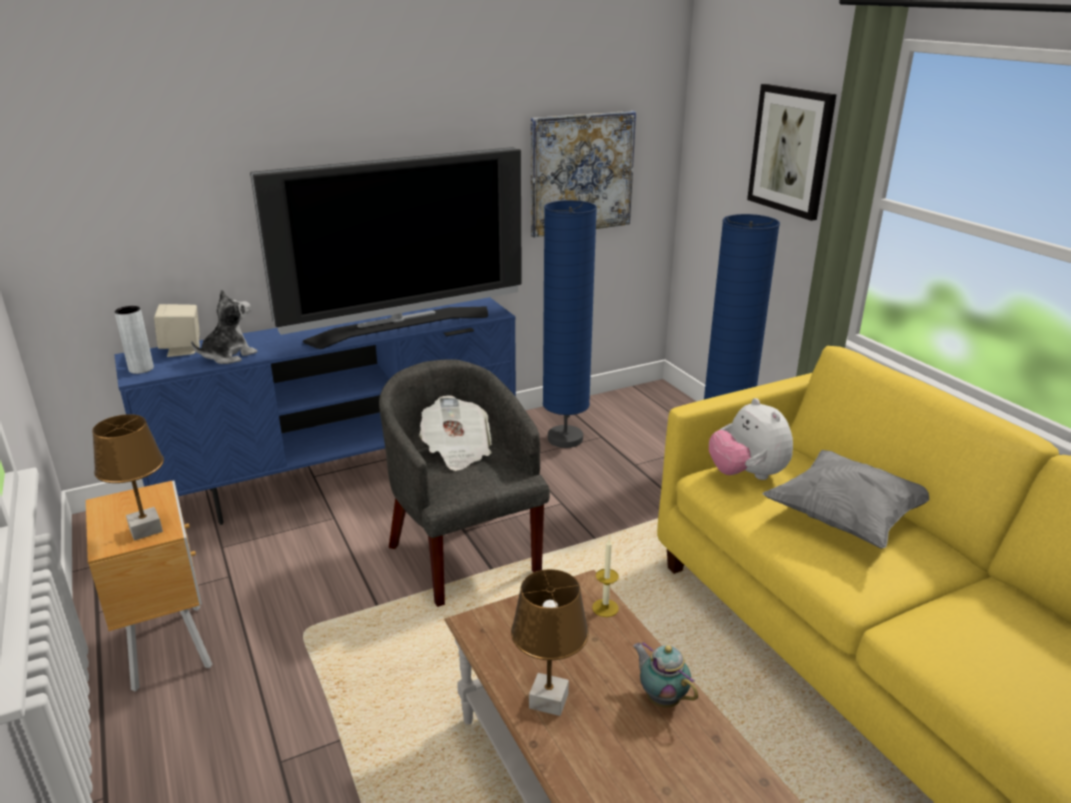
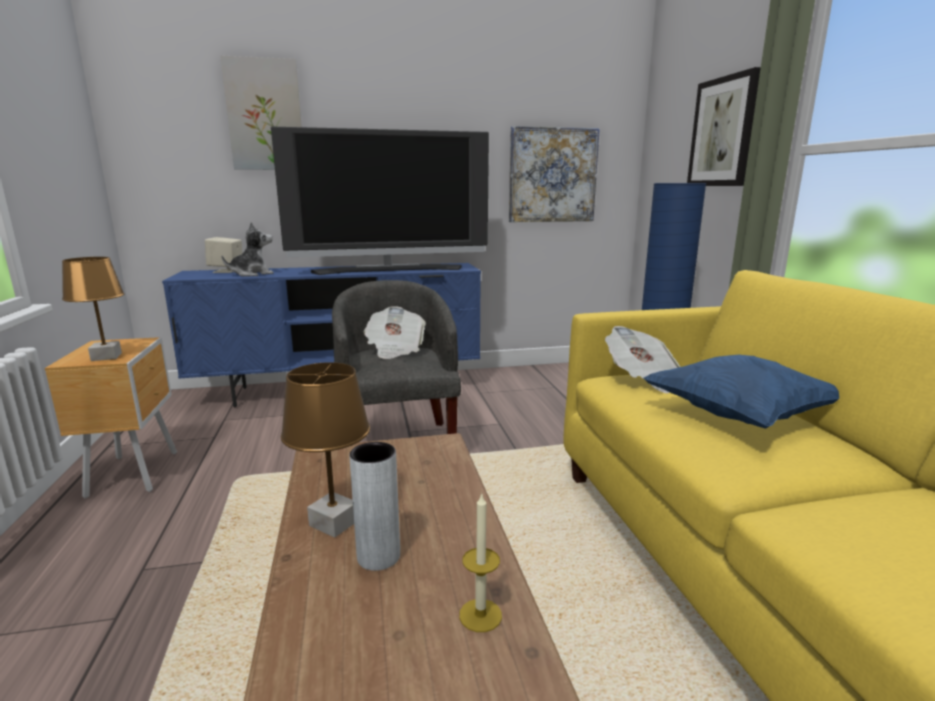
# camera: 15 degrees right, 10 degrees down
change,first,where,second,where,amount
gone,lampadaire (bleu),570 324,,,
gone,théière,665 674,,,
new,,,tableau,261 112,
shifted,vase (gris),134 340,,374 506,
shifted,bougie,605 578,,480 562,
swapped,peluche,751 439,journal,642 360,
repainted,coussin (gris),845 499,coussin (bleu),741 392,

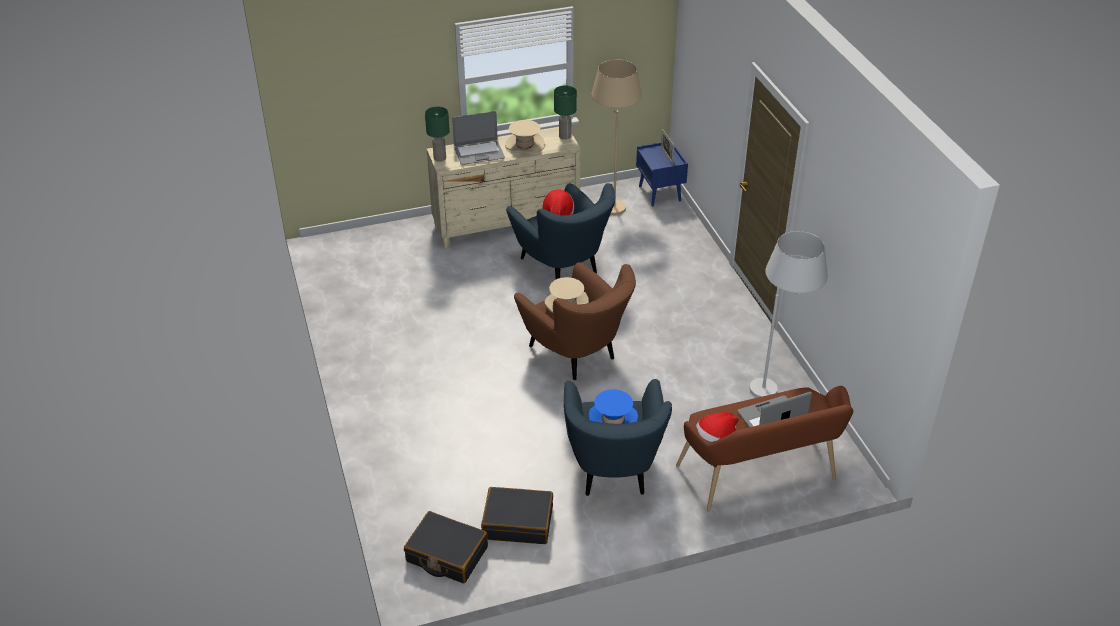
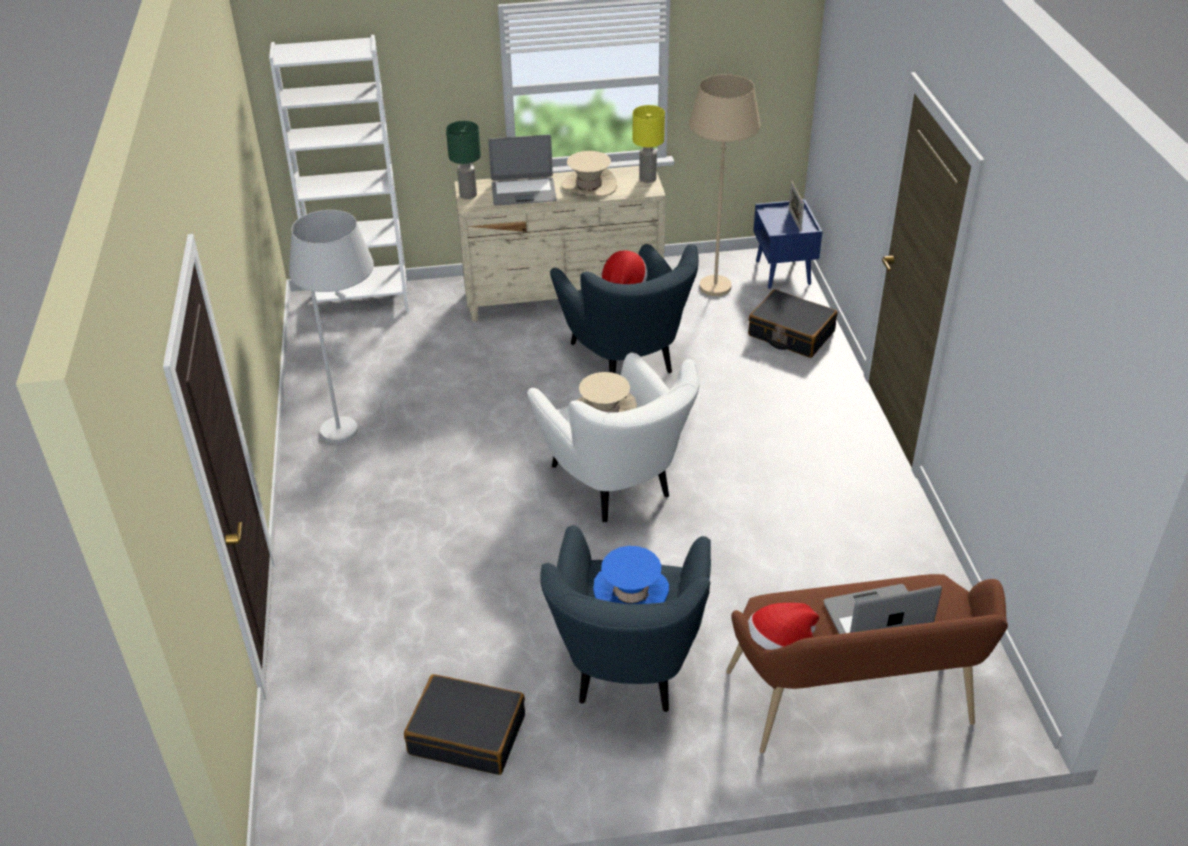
# camera: 10 degrees right, 0 degrees up
change,first,where,second,where,amount
new,,,bibliothèque (blanc),339 175,
shifted,valise (noir),446 547,,792 323,
shifted,lampadaire (blanc),788 314,,331 327,
repainted,fauteuil (marron),575 321,fauteuil (blanc),613 438,
repainted,lampe de table (vert),565 112,lampe de table (jaune),649 144,

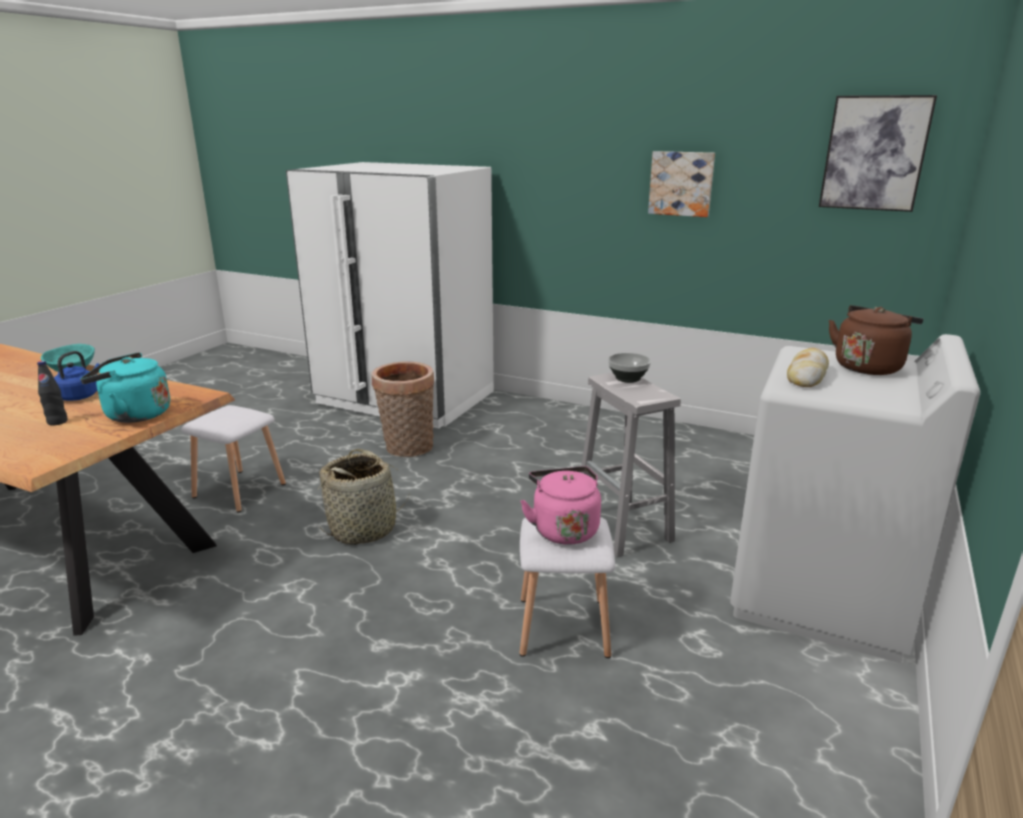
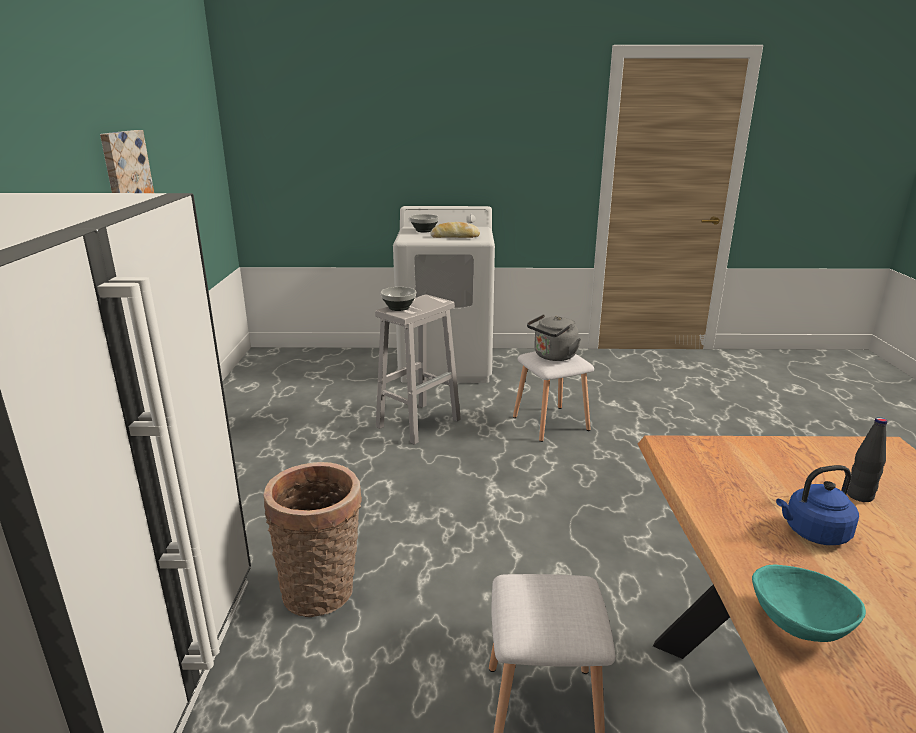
# camera: 115 degrees left, 0 degrees up
change,first,where,second,where,amount
gone,bouilloire (turquoise),125 387,,,
gone,panier,363 497,,,
gone,tableau,878 153,,,
swapped,bouilloire (marron),876 340,bol,424 223,
repainted,bouilloire (rose),561 505,bouilloire (gris),554 337,

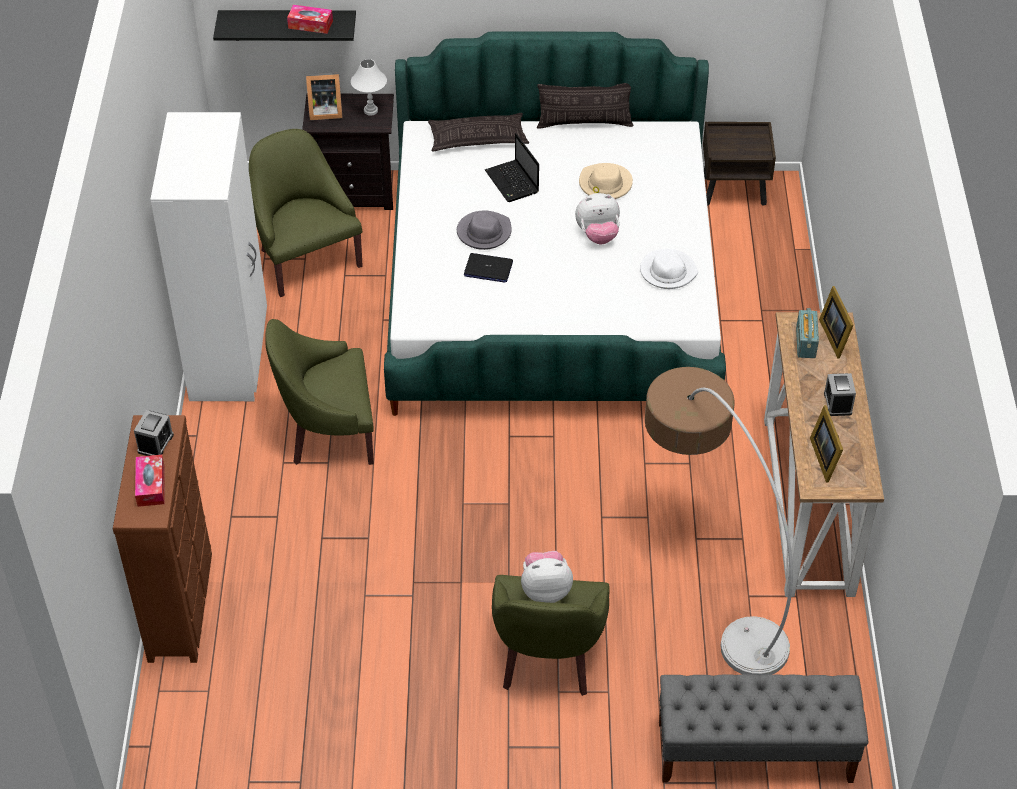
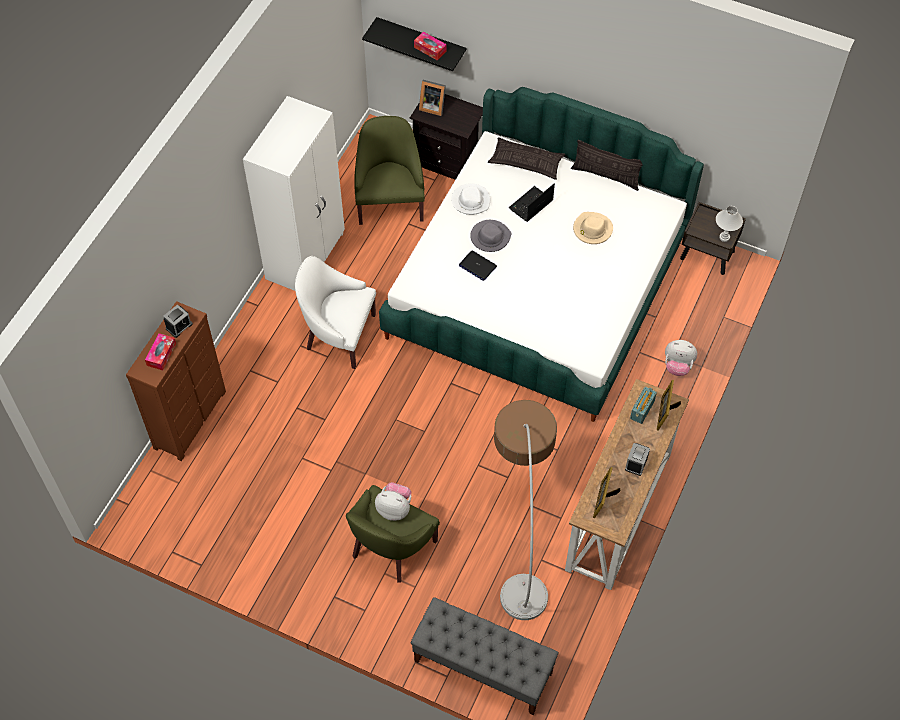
# camera: 25 degrees right, 10 degrees up
change,first,where,second,where,amount
shifted,lampe de table (blanc),369 87,,729 224,
shifted,peluche,597 218,,681 358,
shifted,chapeau (blanc),669 269,,470 199,
repainted,fauteuil (vert),319 392,fauteuil (blanc),335 312,
rotated,ordinateur portable,512 167,,532 203,45 degrees clockwise

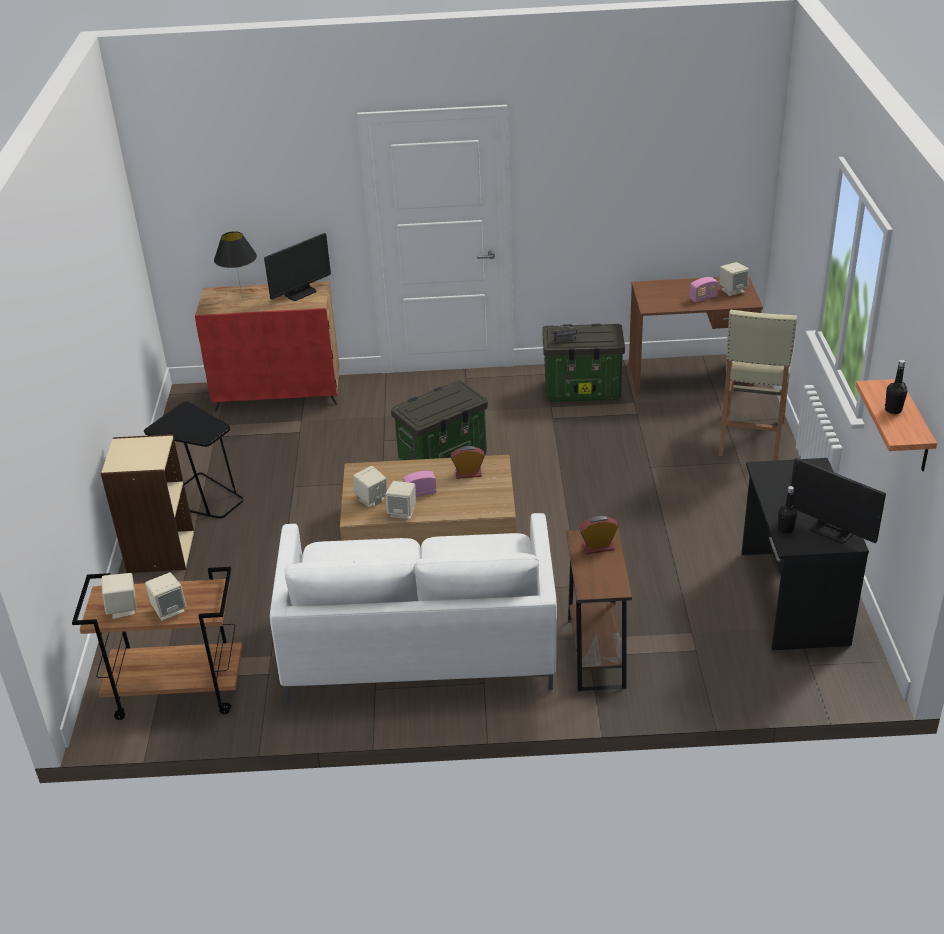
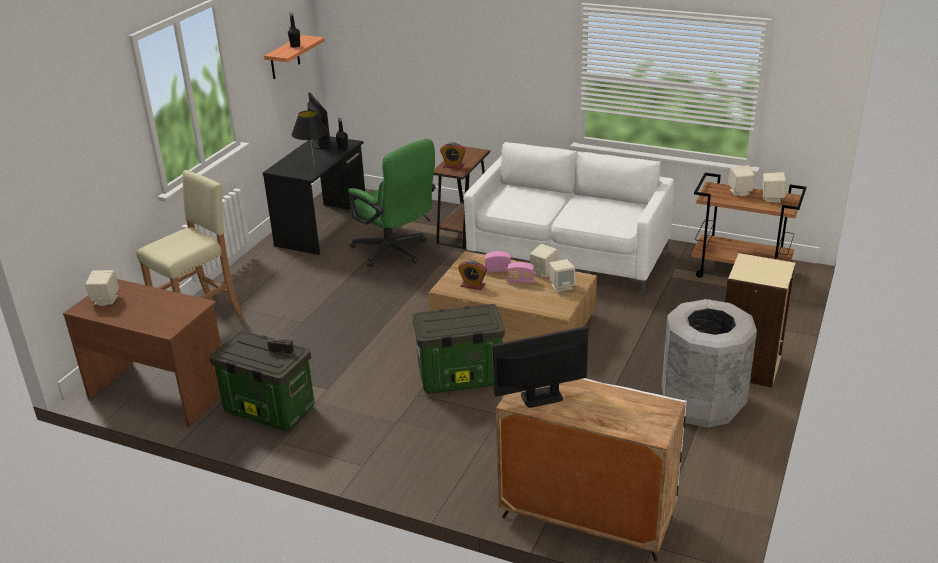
# camera: 155 degrees left, 5 degrees down
change,first,where,second,where,amount
new,,,chaise de bureau (vert),391 203,
shifted,lampe de table (noir),235 263,,310 139,
shifted,radio,703 289,,498 261,
swapped,table d'appoint (noir),193 459,poubelle (gris),709 363,
repainted,meuble de rangement (rouge),267 346,meuble de rangement (blanc),591 469,

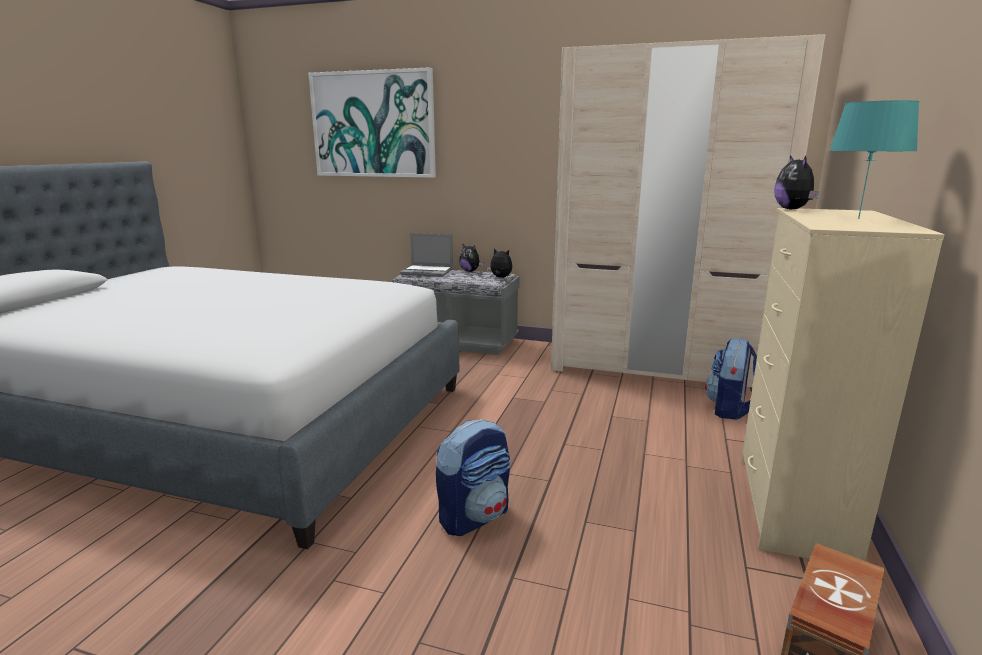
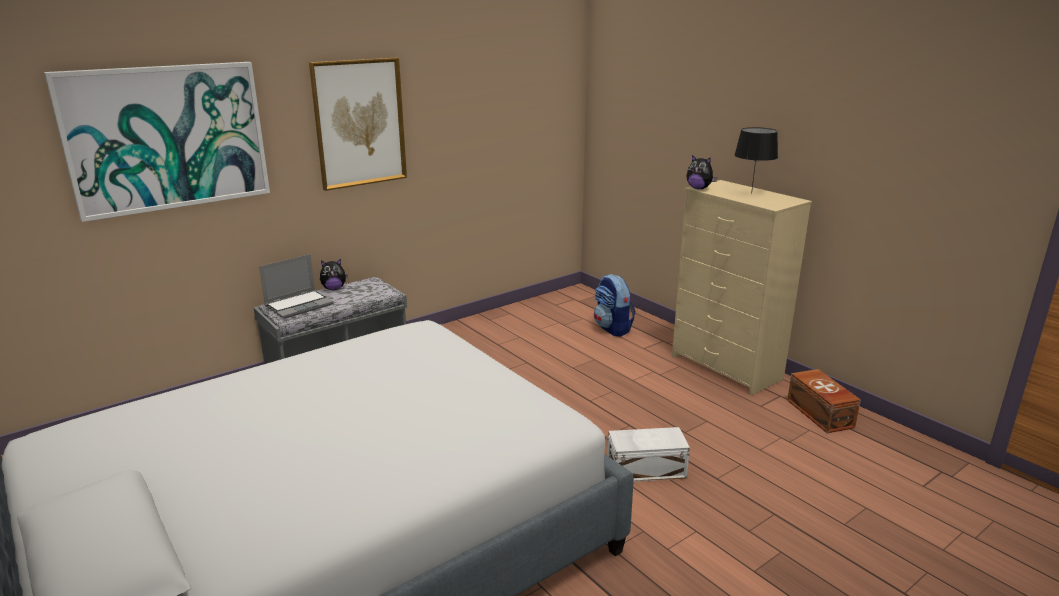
# camera: 55 degrees left, 5 degrees up
change,first,where,second,where,amount
gone,peluche,499 263,,,
gone,armoire (beige),688 210,,,
new,,,tableau,358 124,
swapped,sac à dos,473 477,boîte de rangement (blanc),648 454,
repainted,lampe de table (turquoise),874 159,lampe de table (noir),756 160,

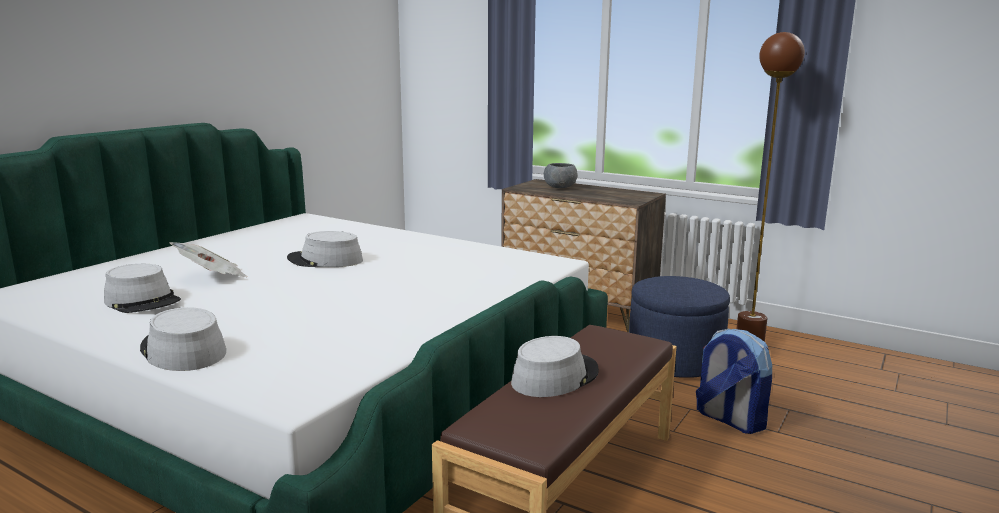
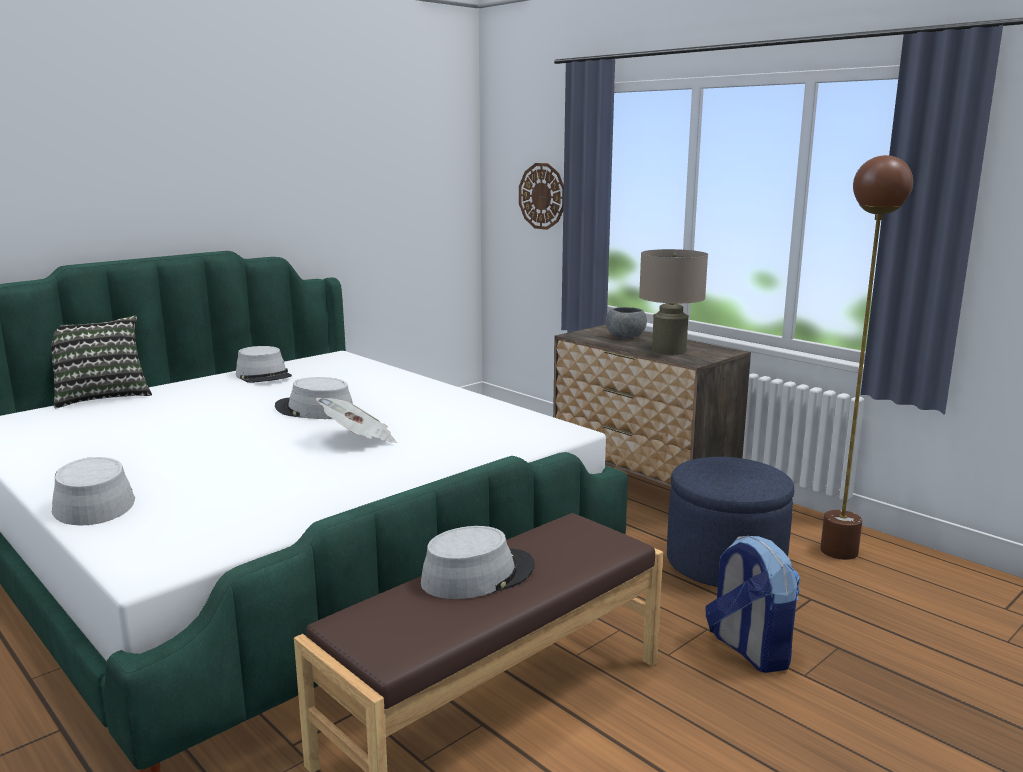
# camera: 15 degrees right, 0 degrees up
change,first,where,second,where,amount
new,,,coussin,102 361,
new,,,horloge murale,541 196,
new,,,lampe de table (beige),673 302,
shifted,chapeau (gris),142 288,,264 364,
shifted,journal,208 259,,357 420,

